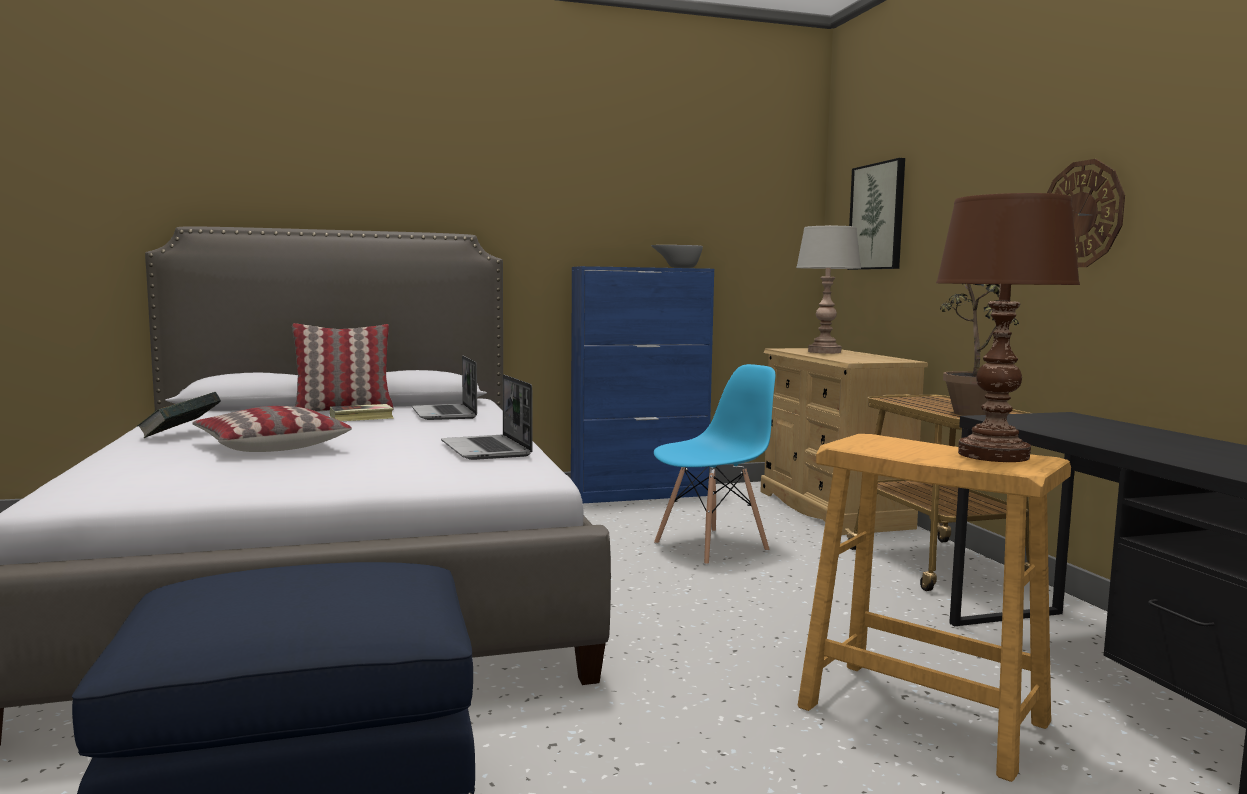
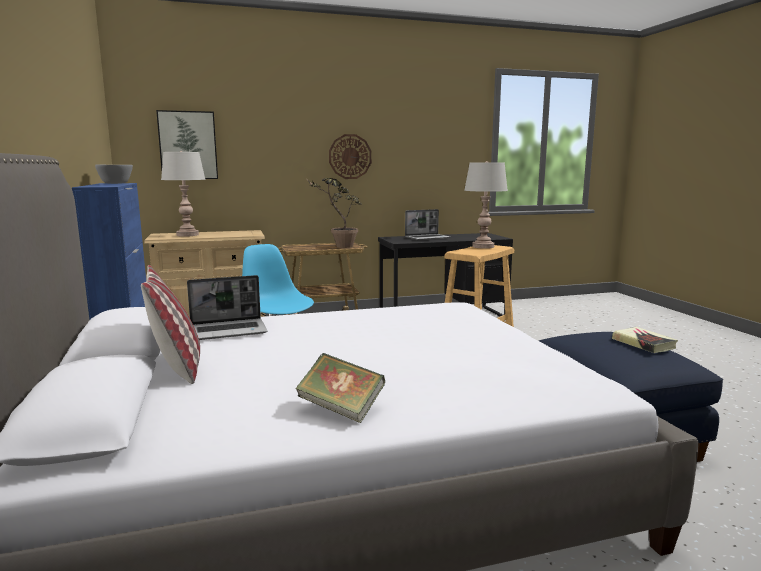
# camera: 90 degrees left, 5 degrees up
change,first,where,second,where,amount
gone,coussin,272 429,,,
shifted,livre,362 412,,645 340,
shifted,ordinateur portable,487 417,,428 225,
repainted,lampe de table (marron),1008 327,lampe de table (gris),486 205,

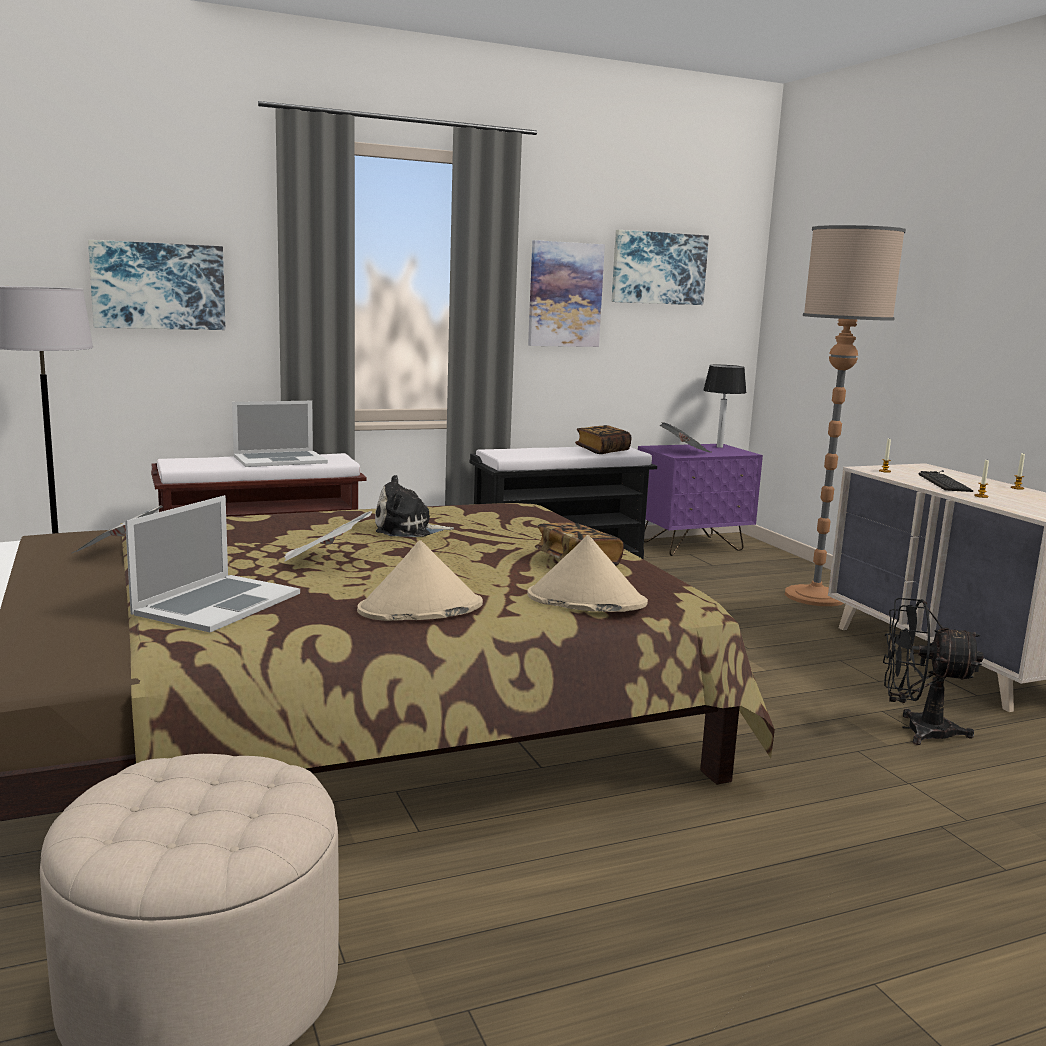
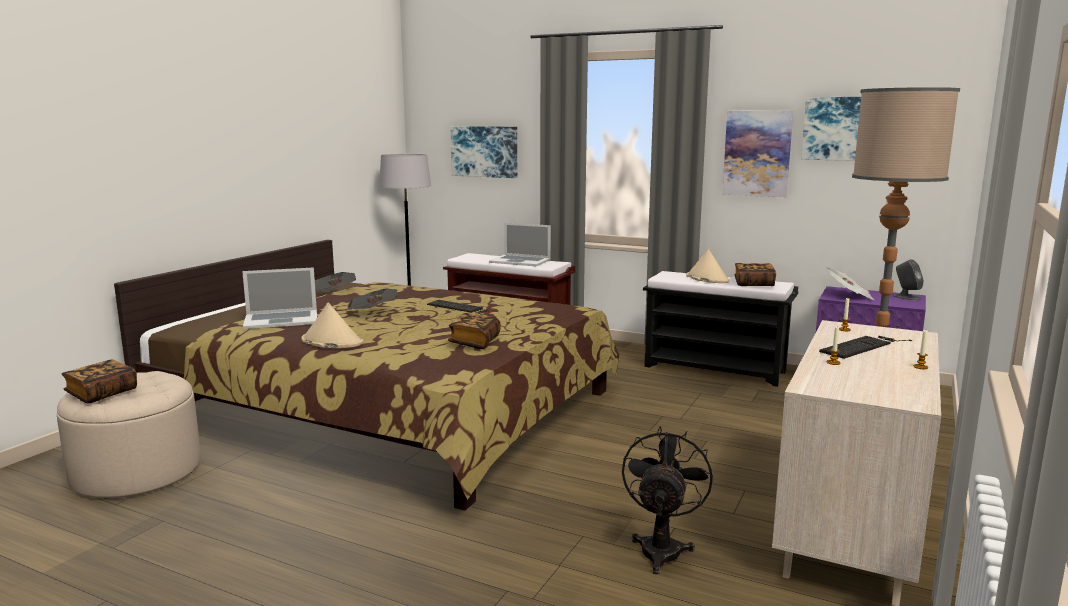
# camera: 50 degrees right, 0 degrees up
change,first,where,second,where,amount
new,,,livre,99 381,
shifted,chapeau (beige),587 573,,708 266,
swapped,peluche,414 506,clavier,458 307,
swapped,lampe de table,725 406,enceinte (gris),908 279,
rotated,ventilateur (noir),933 671,,667 500,45 degrees clockwise

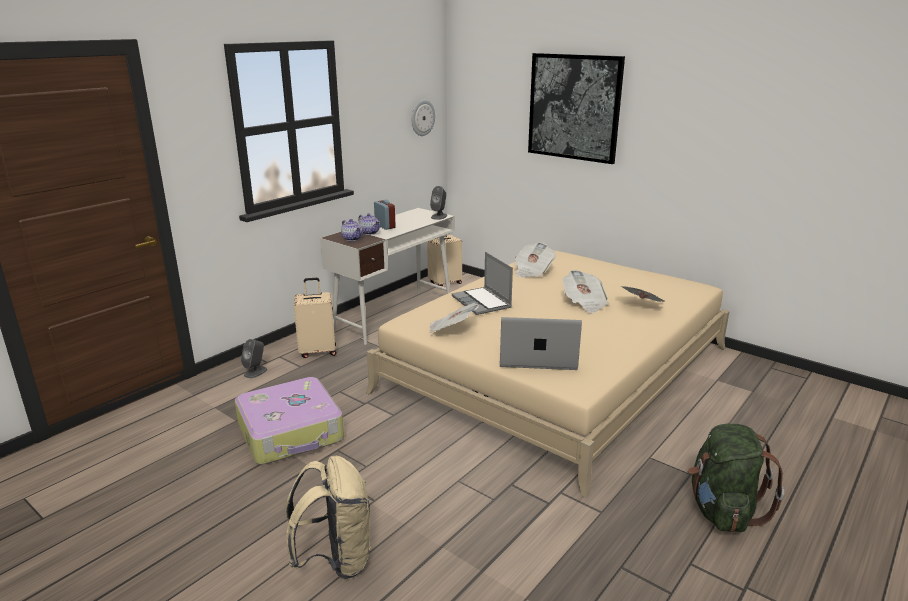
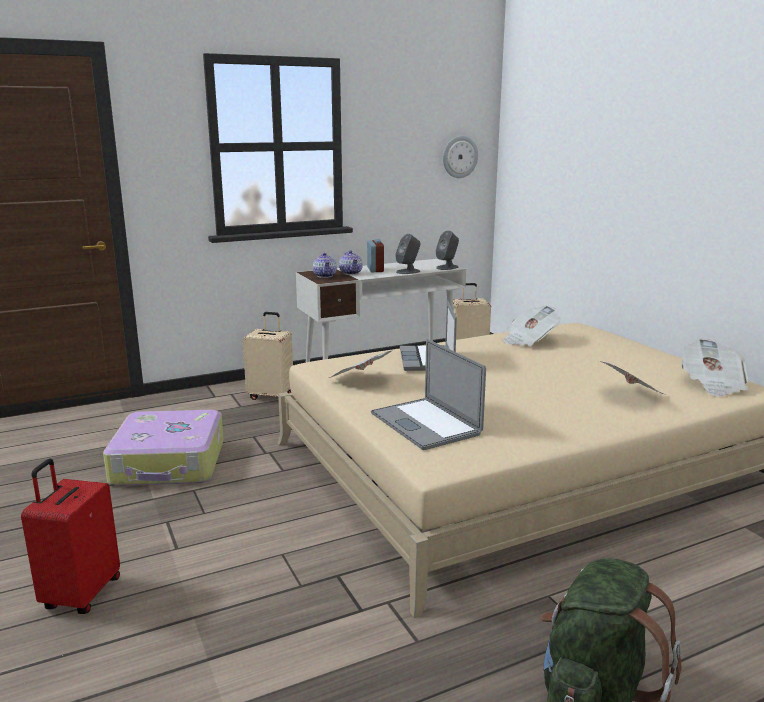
# camera: 25 degrees right, 5 degrees down
change,first,where,second,where,amount
gone,tableau,576 108,,,
shifted,enceinte (gris),254 358,,408 254,
shifted,journal,585 291,,714 367,
swapped,sac à dos (beige),328 517,valise (rouge),70 536,
rotated,ordinateur portable,541 343,,428 394,150 degrees counterclockwise

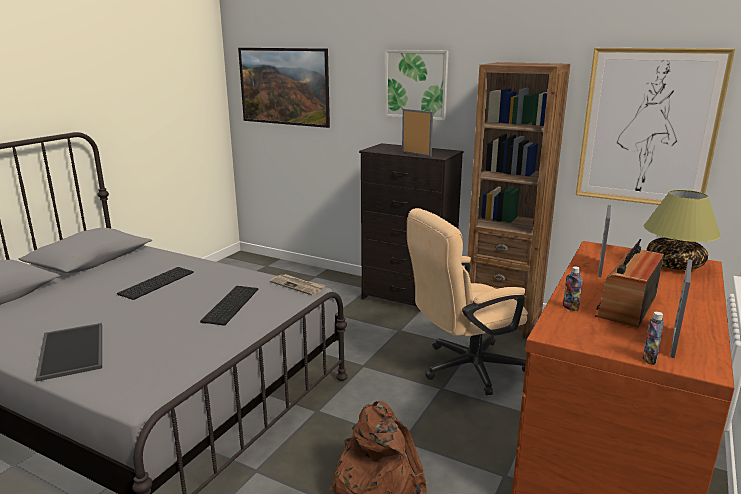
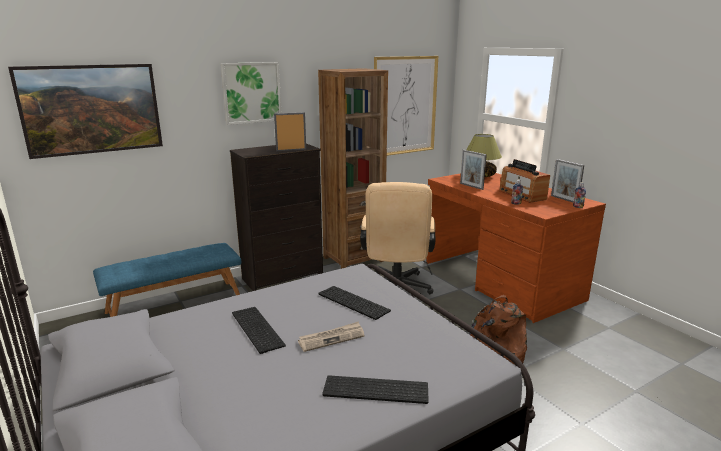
# camera: 60 degrees left, 0 degrees up
change,first,where,second,where,amount
new,,,banc (bleu),167 280,
shifted,journal,297 284,,331 336,
swapped,plateau,68 352,clavier,375 389,

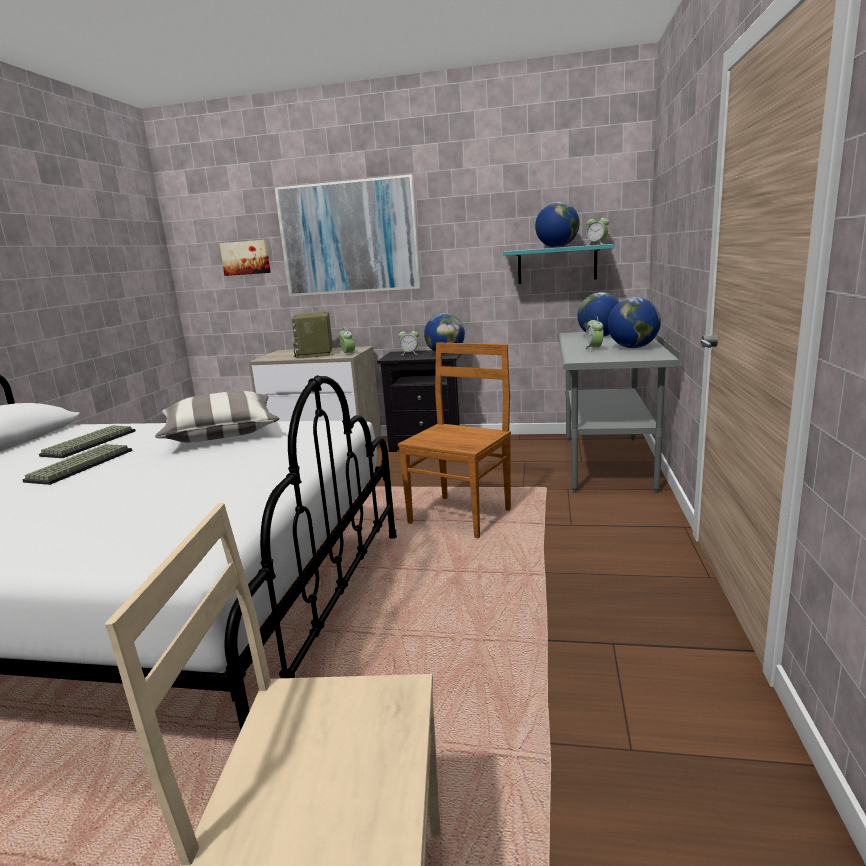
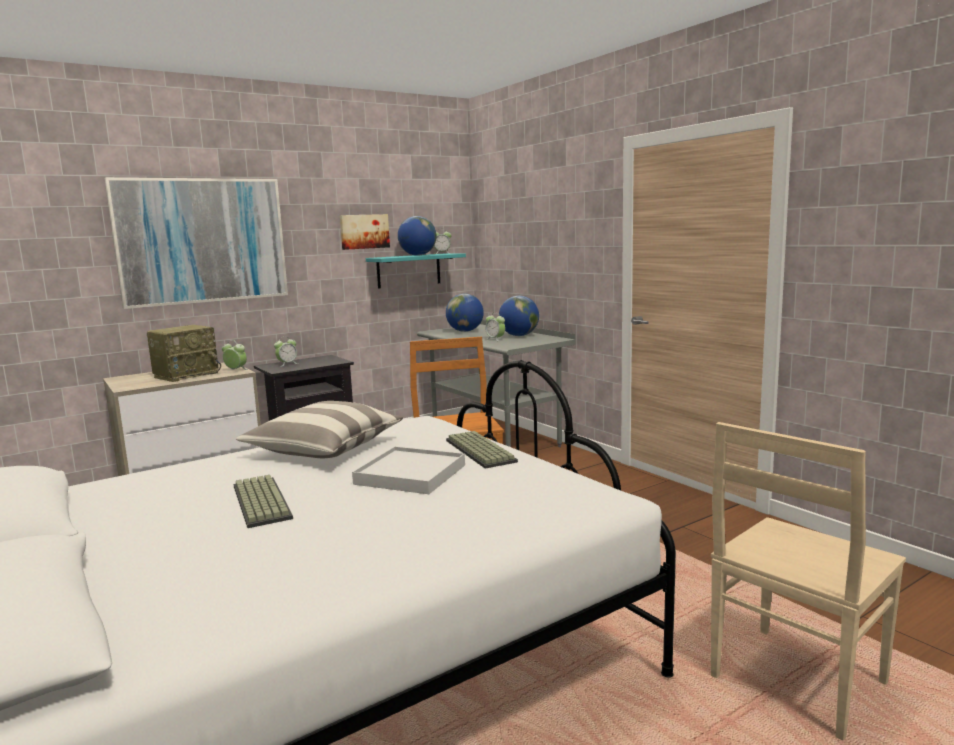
# camera: 45 degrees left, 5 degrees down
change,first,where,second,where,amount
gone,globe,444 333,,,
new,,,plateau (blanc),408 470,
shifted,clavier,87 441,,482 450,
shifted,tableau,245 258,,365 232,
rotated,radio,312 335,,184 353,90 degrees counterclockwise

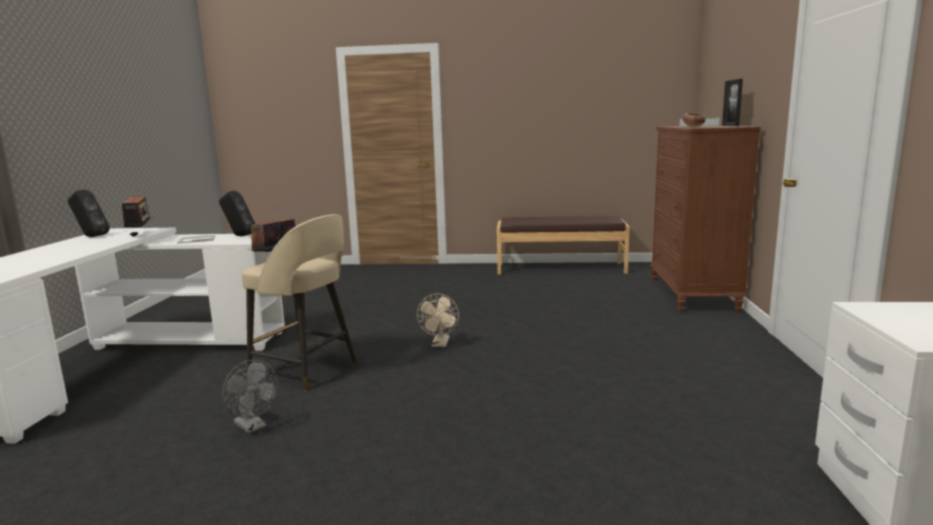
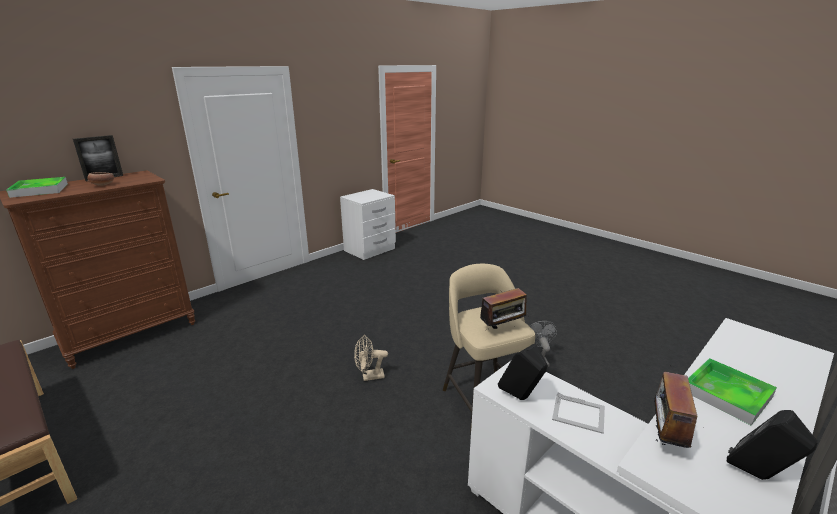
# camera: 140 degrees left, 10 degrees up
change,first,where,second,where,amount
new,,,plateau,732 391,
rotated,ventilateur (beige),438 320,,371 358,150 degrees counterclockwise

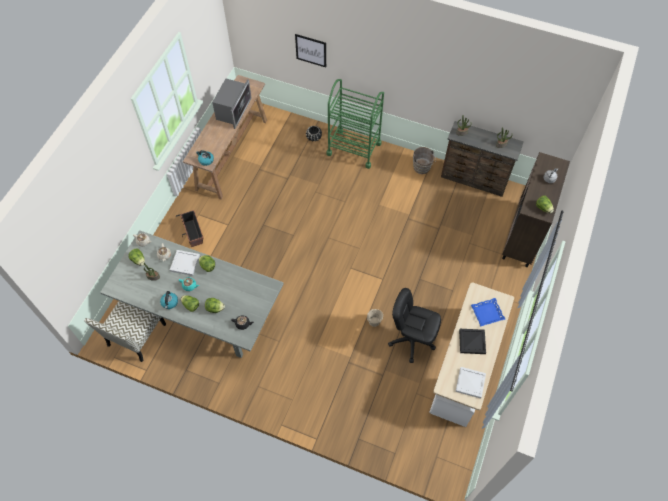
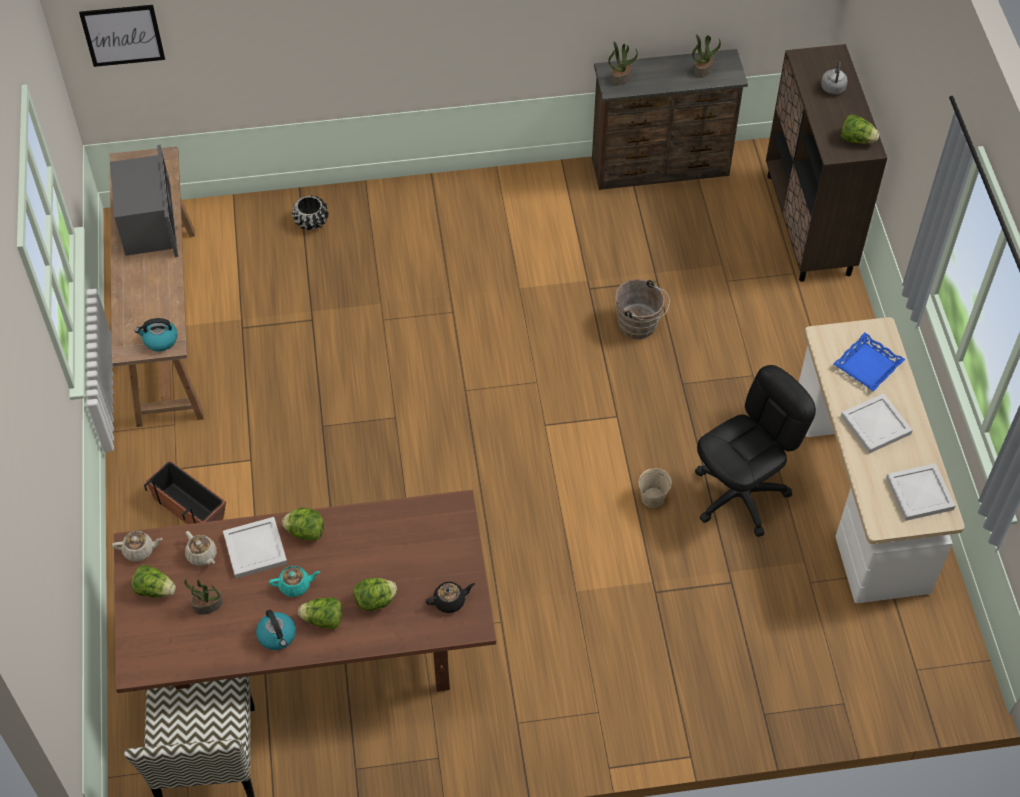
# camera: 30 degrees left, 5 degrees down
change,first,where,second,where,amount
gone,chariot (vert),355 124,,,
shifted,tableau,310 50,,122 36,
shifted,seau (marron),424 160,,642 309,
repainted,table à manger (gris),191 294,table à manger (marron),305 591,
repainted,plateau (noir),472 341,plateau (blanc),877 423,
rotated,chaise de bureau (noir),414 325,,755 451,150 degrees clockwise

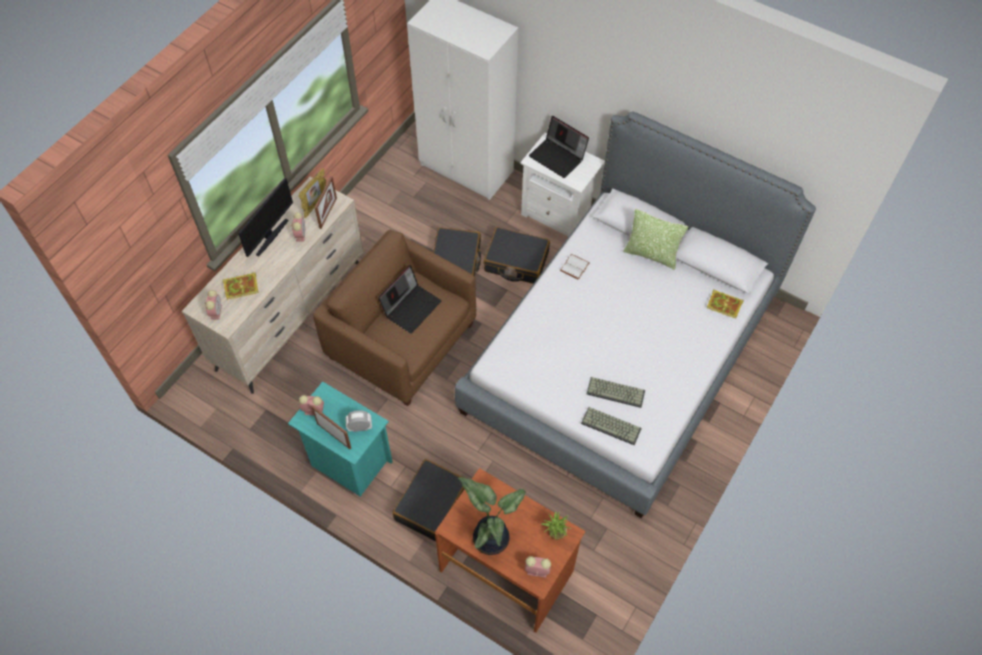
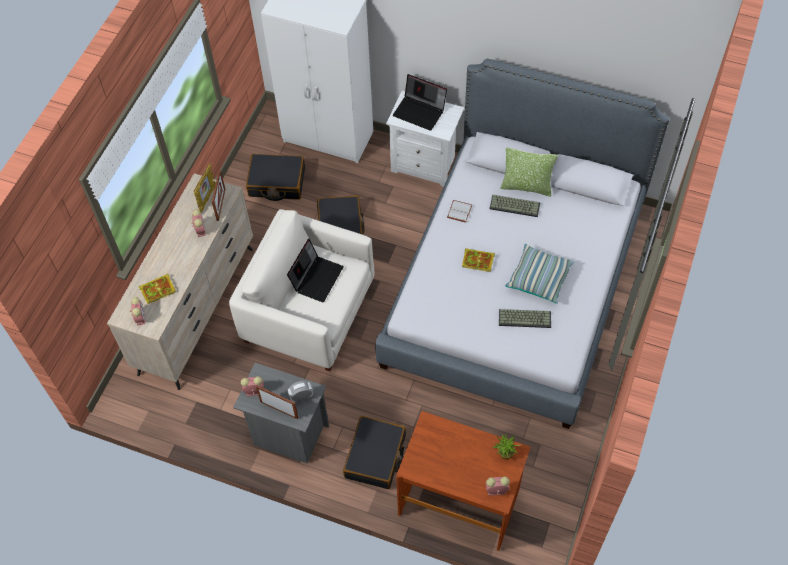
# camera: 10 degrees left, 0 degrees up
change,first,where,second,where,amount
gone,écran d'ordinateur,265 217,,,
gone,plante en pot,492 516,,,
new,,,coussin,540 274,
shifted,valise (noir),517 255,,275 177,
shifted,clavier,611 426,,514 206,
shifted,livre,725 304,,478 260,
repainted,table de chevet (turquoise),340 439,table de chevet (gris),281 413,
repainted,fauteuil (marron),394 318,fauteuil (blanc),301 290,

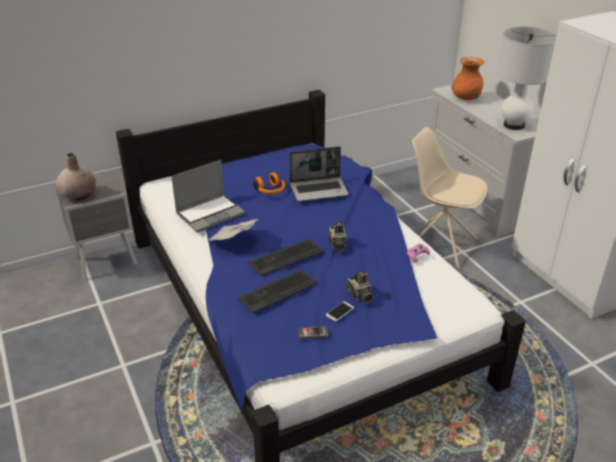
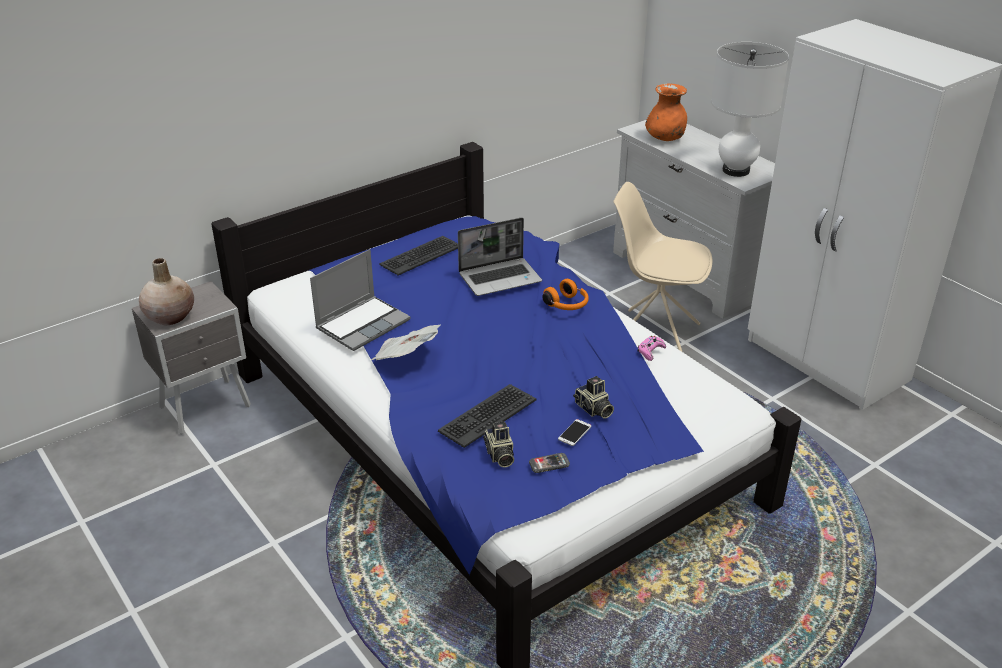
# camera: 10 degrees left, 0 degrees up
change,first,where,second,where,amount
shifted,clavier,286 257,,418 255,
shifted,casque audio (orange),269 183,,565 294,
shifted,appareil photo,337 237,,498 444,

